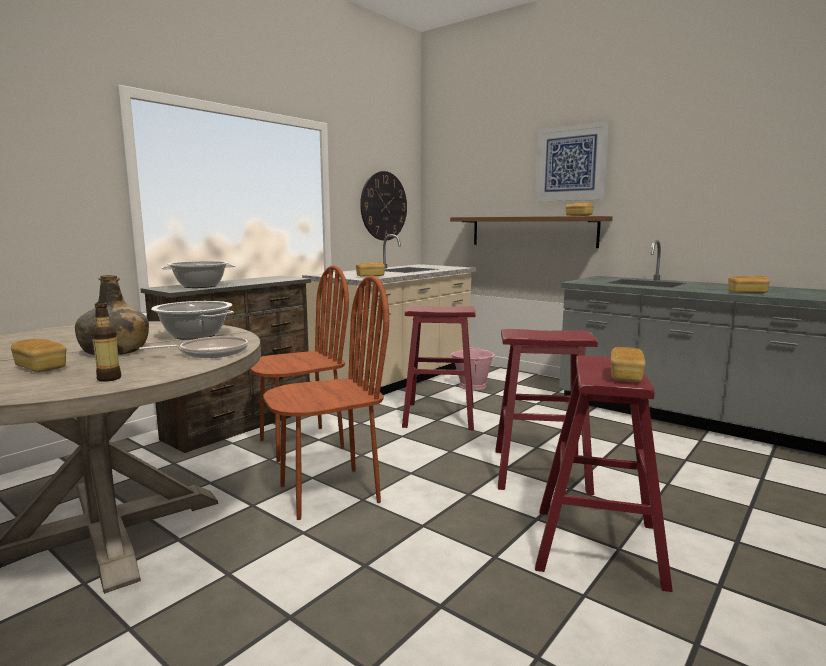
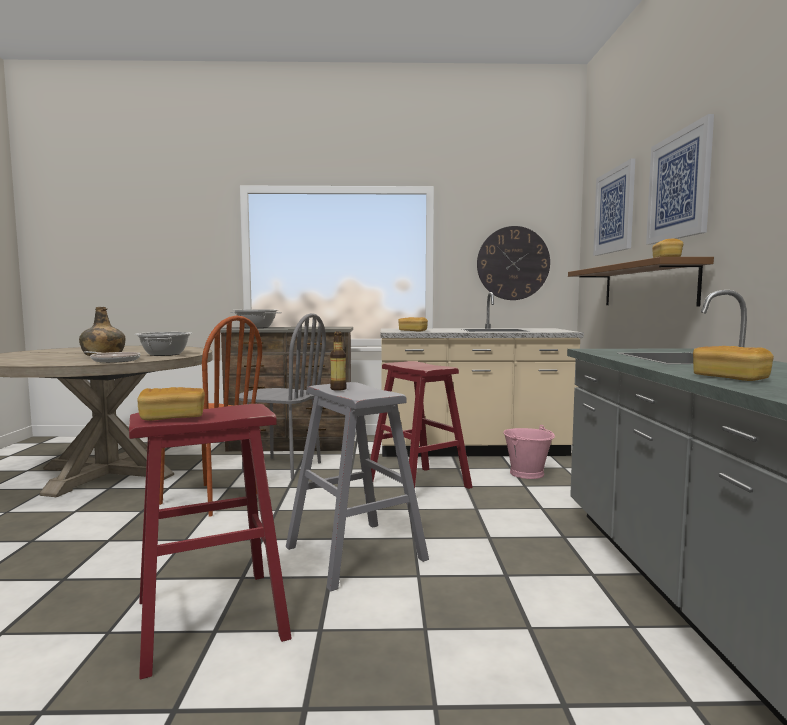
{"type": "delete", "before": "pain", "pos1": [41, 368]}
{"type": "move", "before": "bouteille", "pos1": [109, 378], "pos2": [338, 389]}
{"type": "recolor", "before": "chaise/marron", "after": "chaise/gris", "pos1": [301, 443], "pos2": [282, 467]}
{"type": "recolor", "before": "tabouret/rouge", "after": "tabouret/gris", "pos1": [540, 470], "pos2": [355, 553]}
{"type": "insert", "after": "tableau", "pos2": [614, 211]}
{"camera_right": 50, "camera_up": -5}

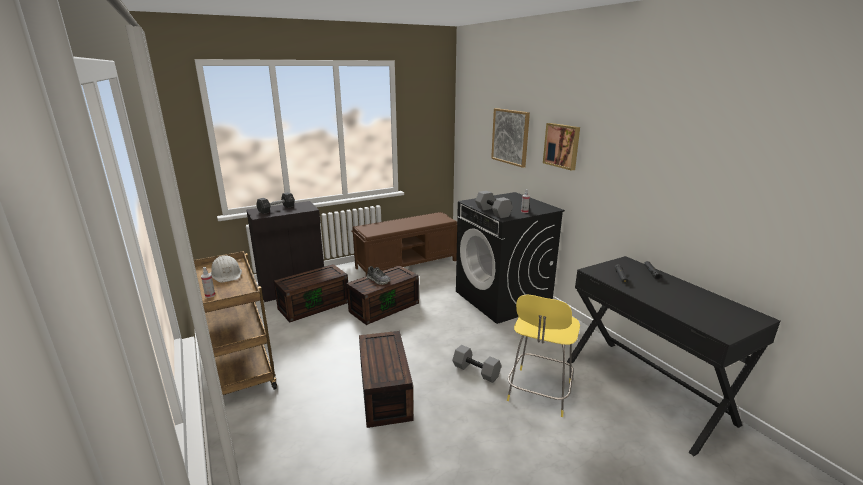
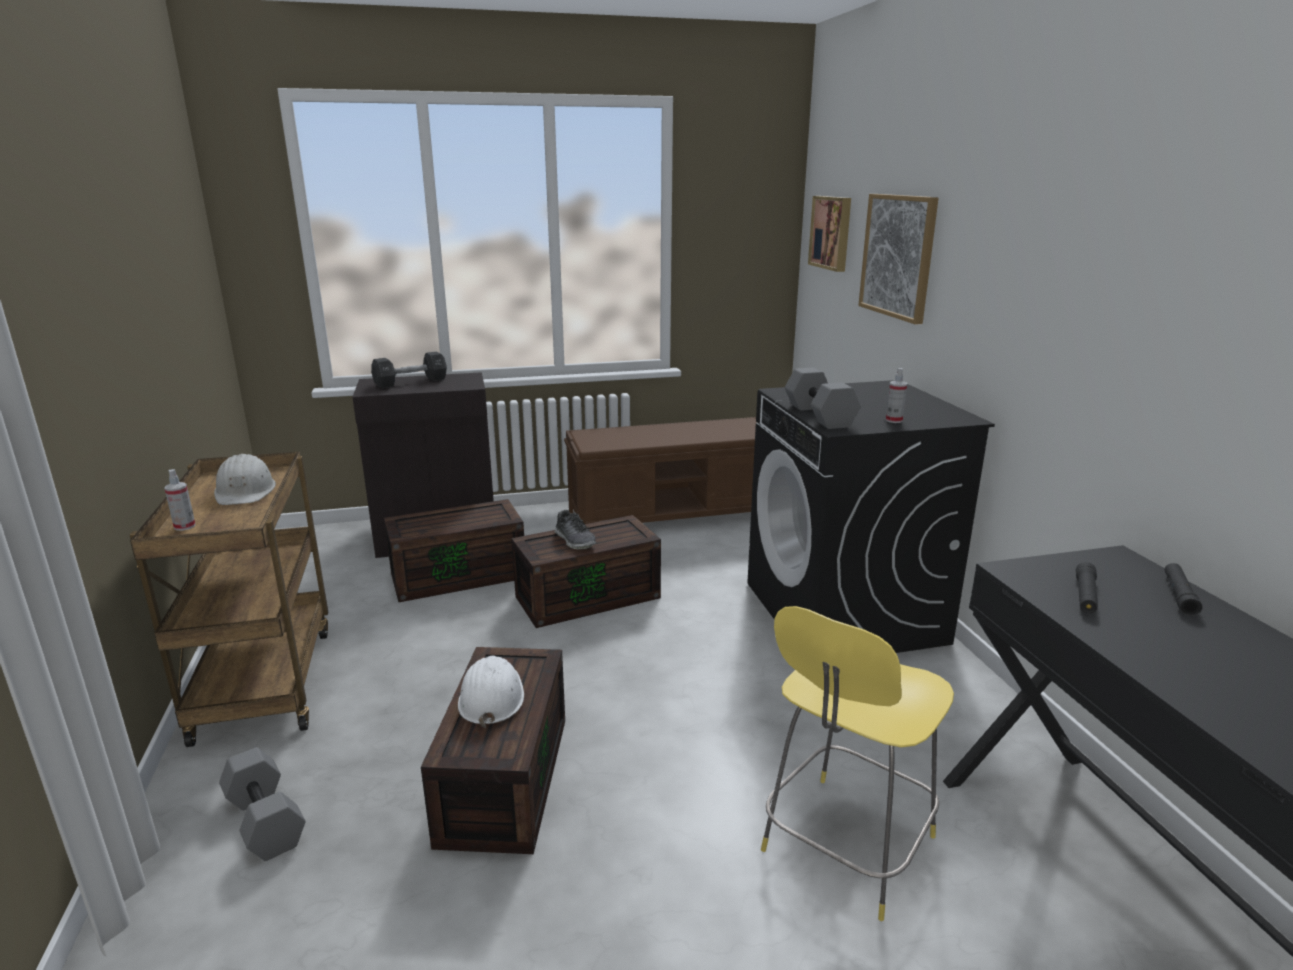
{"type": "move", "before": "haltère/gris", "pos1": [477, 371], "pos2": [267, 820]}
{"type": "move", "before": "tableau", "pos1": [562, 145], "pos2": [832, 232]}
{"type": "insert", "after": "casque de chantier/blanc", "pos2": [491, 698]}
{"camera_right": 15, "camera_up": 0}

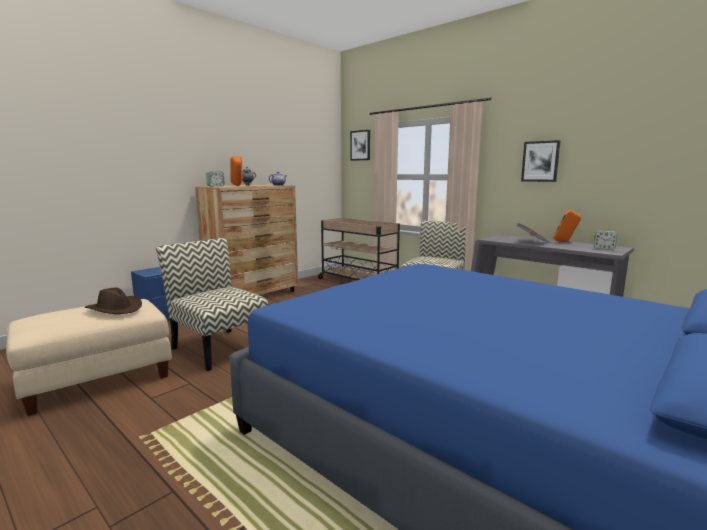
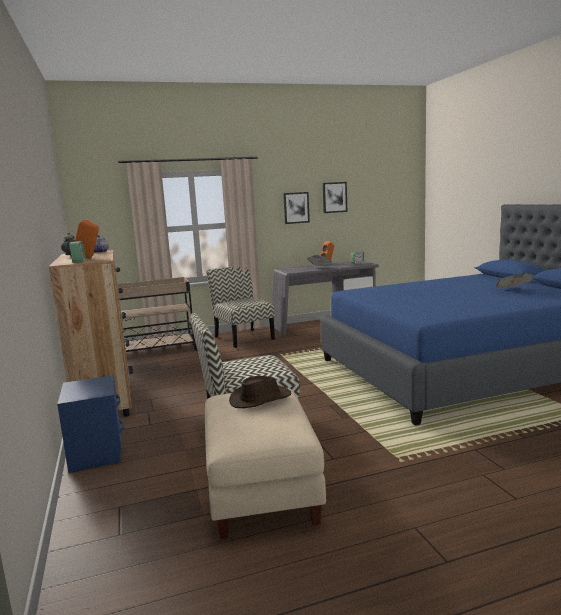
{"type": "move", "before": "tableau", "pos1": [360, 145], "pos2": [334, 197]}
{"type": "insert", "after": "journal", "pos2": [513, 290]}
{"camera_right": -60, "camera_up": 0}

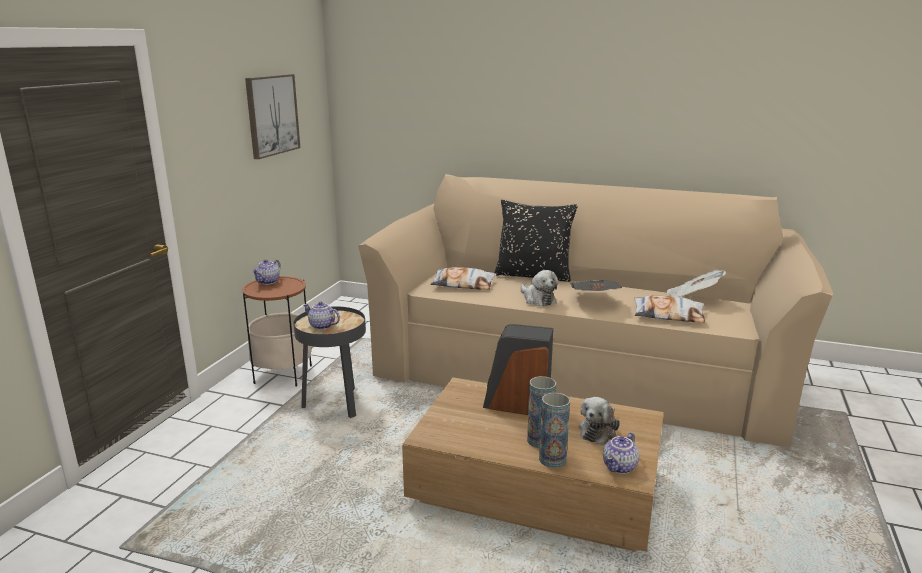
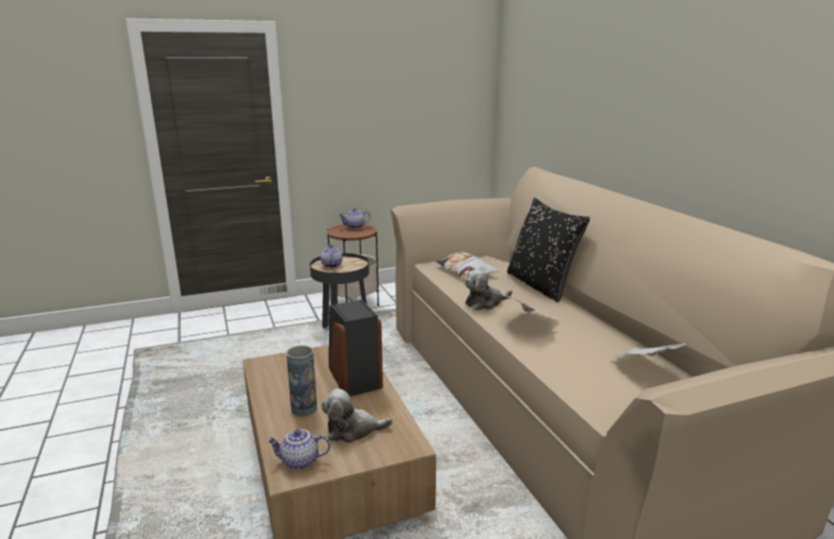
{"type": "delete", "before": "tableau", "pos1": [272, 115]}
{"type": "rotate", "before": "peluche", "pos1": [537, 299], "pos2": [485, 303], "turn": 45}
{"type": "delete", "before": "vase", "pos1": [552, 459]}
{"type": "delete", "before": "coussin", "pos1": [668, 315]}
{"camera_right": 50, "camera_up": 0}

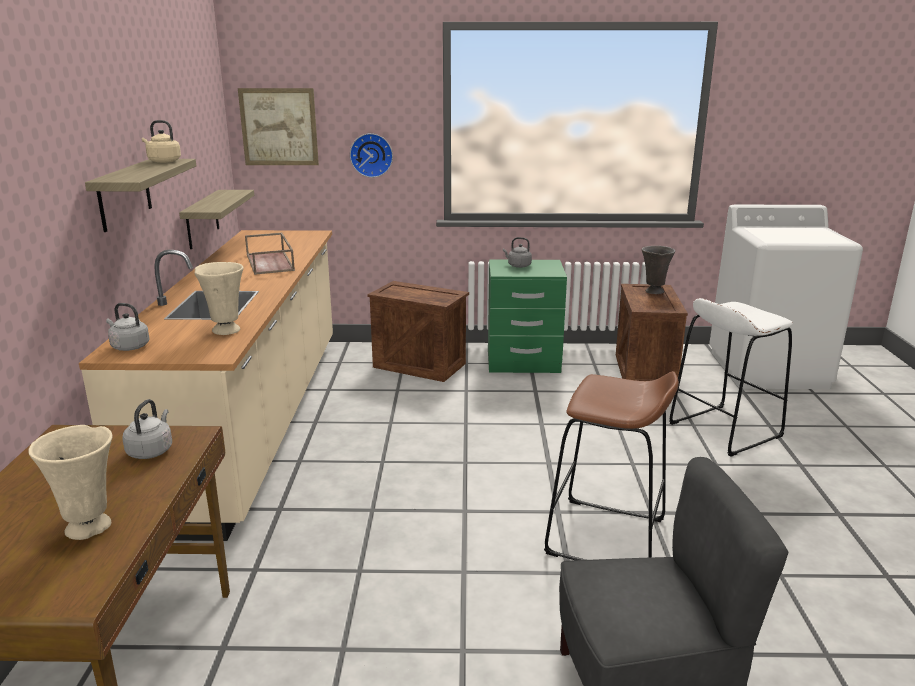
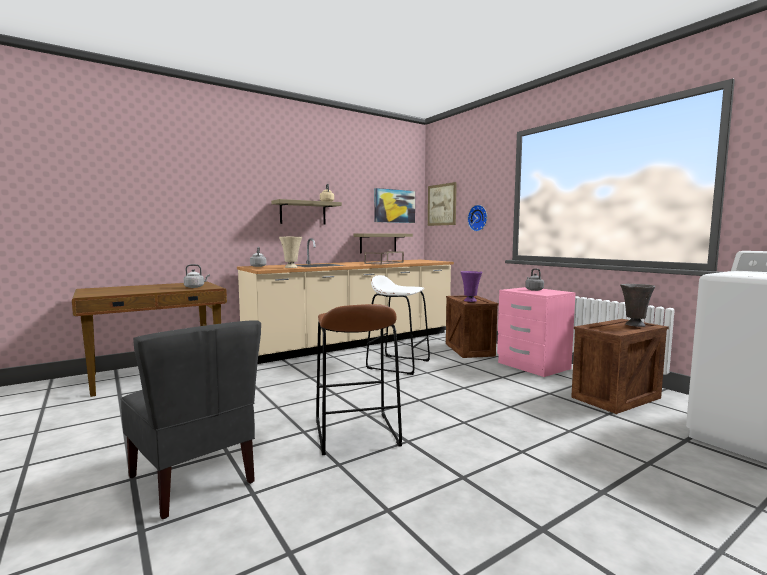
{"type": "delete", "before": "vase/beige", "pos1": [90, 528]}
{"type": "recolor", "before": "table de chevet/vert", "after": "table de chevet/rose", "pos1": [523, 362], "pos2": [532, 366]}
{"type": "move", "before": "tabouret/blanc", "pos1": [724, 430], "pos2": [398, 364]}
{"type": "insert", "after": "tableau", "pos2": [394, 206]}
{"type": "insert", "after": "vase/violet", "pos2": [470, 301]}
{"camera_right": 55, "camera_up": -15}

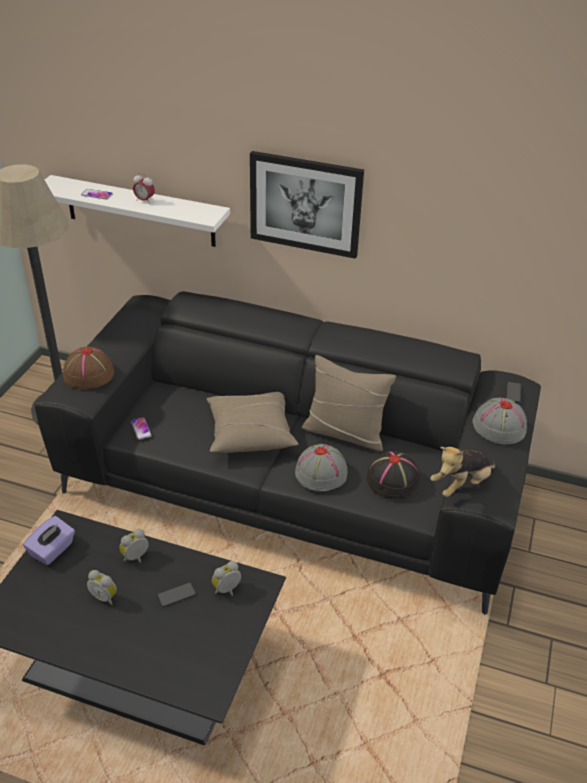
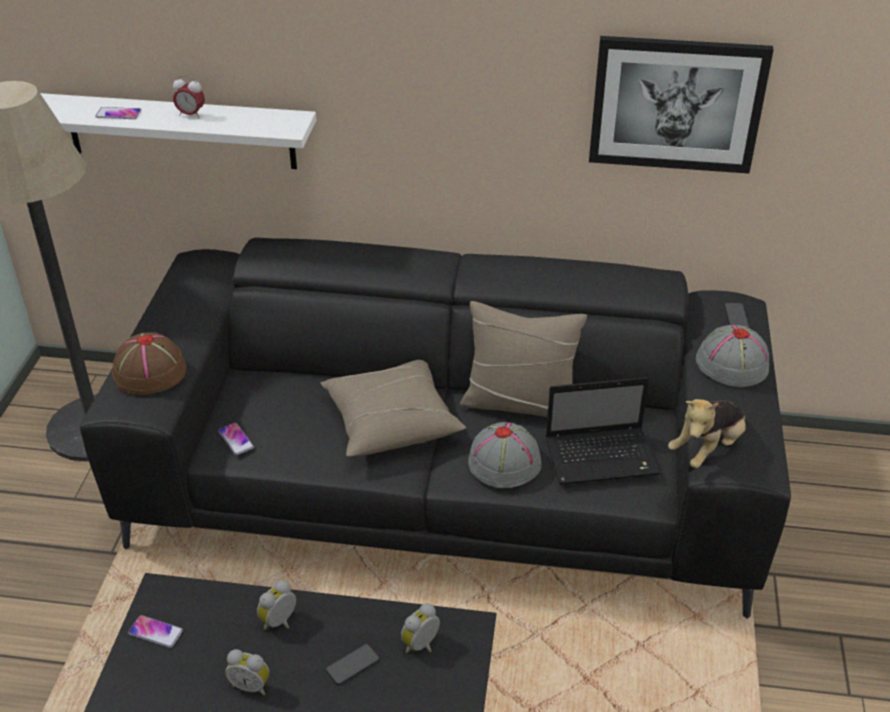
{"type": "replace", "before": "boîte à mouchoirs/violet", "after": "téléphone", "pos1": [52, 550], "pos2": [155, 632]}
{"type": "move", "before": "tableau", "pos1": [305, 204], "pos2": [676, 104]}
{"type": "replace", "before": "chapeau/noir", "after": "ordinateur portable", "pos1": [393, 479], "pos2": [603, 456]}
{"camera_right": -10, "camera_up": 0}

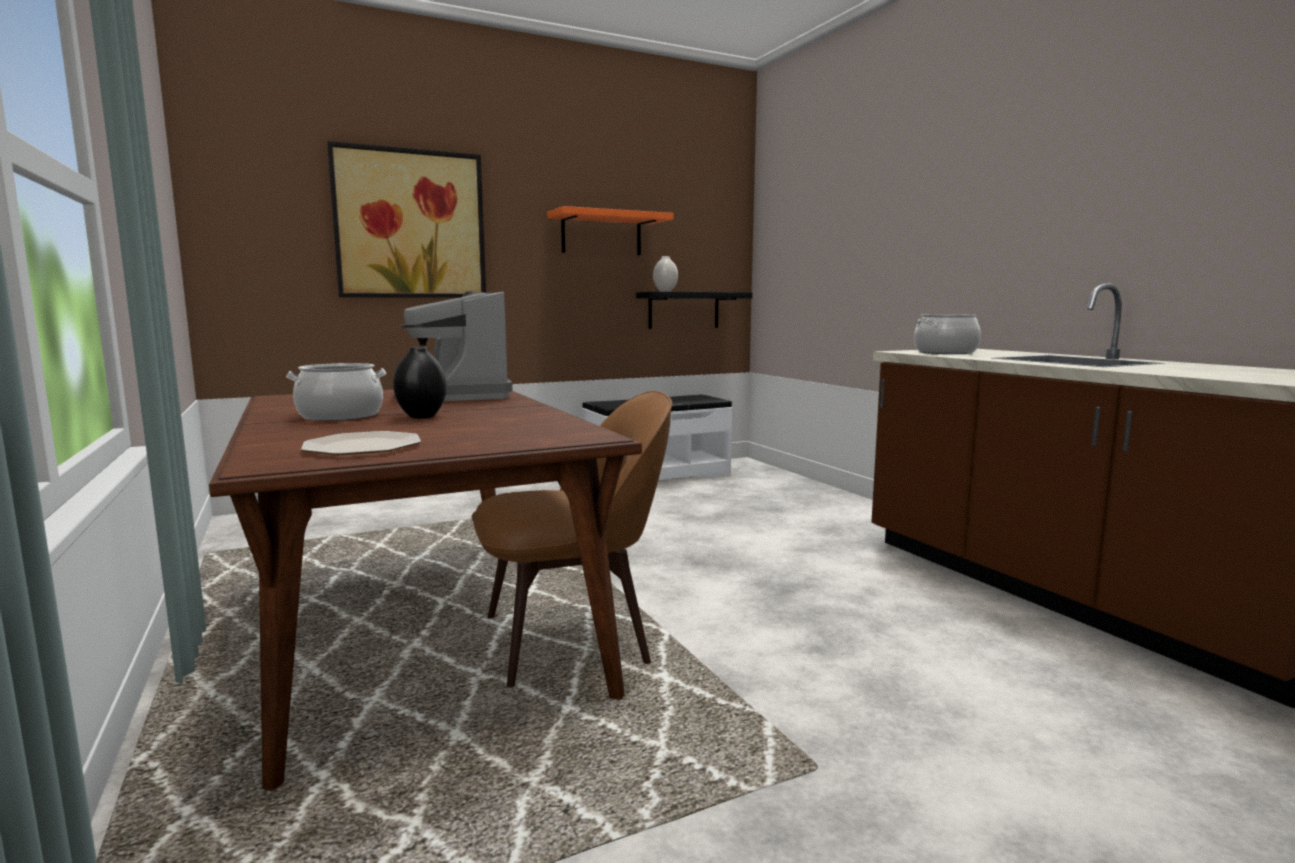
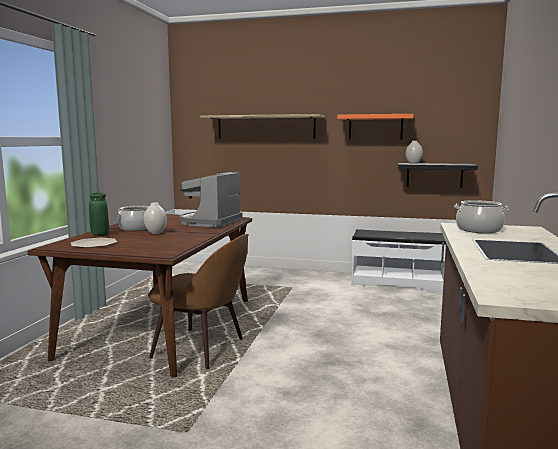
{"type": "replace", "before": "tableau", "after": "étagère", "pos1": [410, 224], "pos2": [266, 127]}
{"type": "recolor", "before": "vase/noir", "after": "vase/blanc", "pos1": [421, 417], "pos2": [155, 233]}
{"type": "insert", "after": "vase/vert", "pos2": [100, 235]}
{"camera_right": 40, "camera_up": 0}

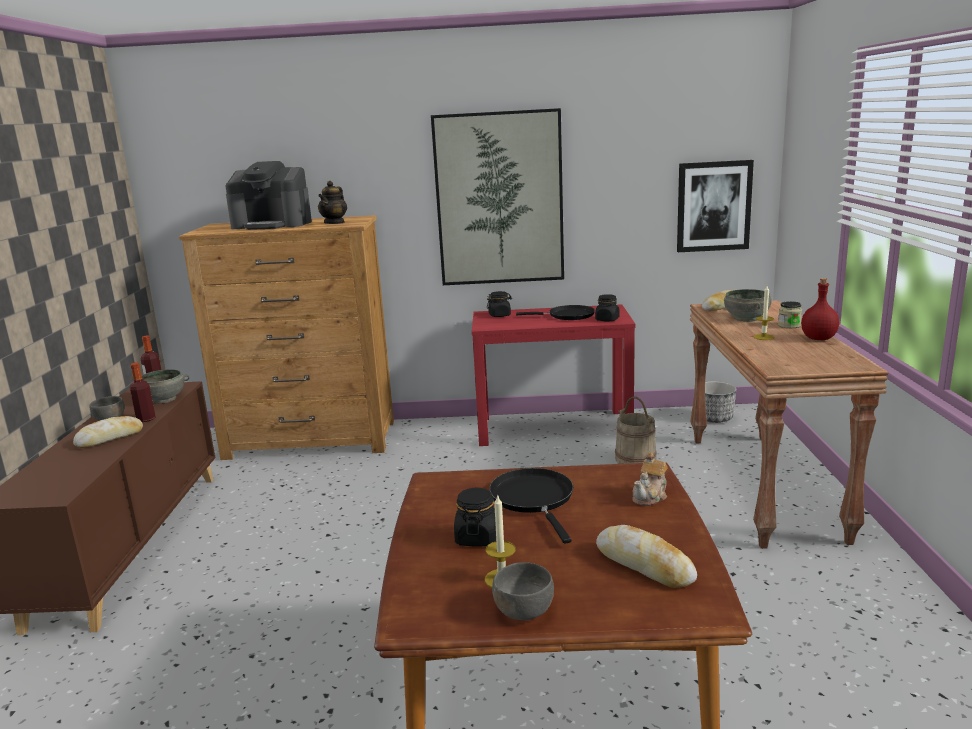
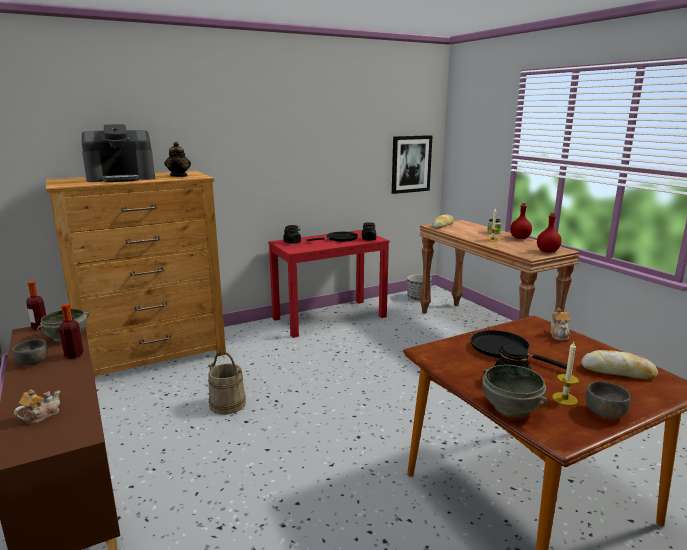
{"type": "delete", "before": "pain", "pos1": [110, 438]}
{"type": "delete", "before": "tableau", "pos1": [499, 199]}
{"type": "move", "before": "seau/beige", "pos1": [635, 459], "pos2": [227, 404]}
{"type": "move", "before": "bol/gris", "pos1": [747, 318], "pos2": [511, 407]}
{"type": "insert", "after": "théière", "pos2": [40, 416]}
{"type": "insert", "after": "bouteille/rouge", "pos2": [547, 251]}
{"camera_right": -30, "camera_up": 0}

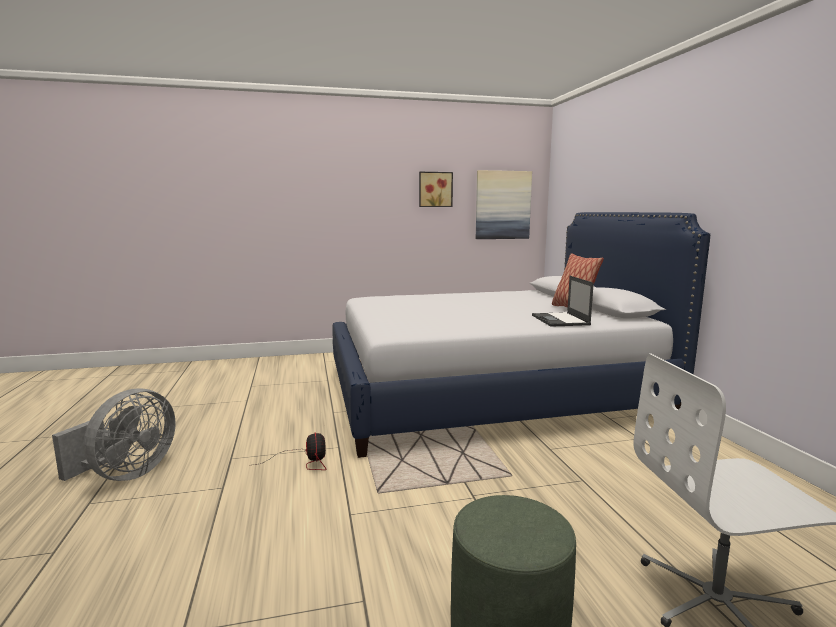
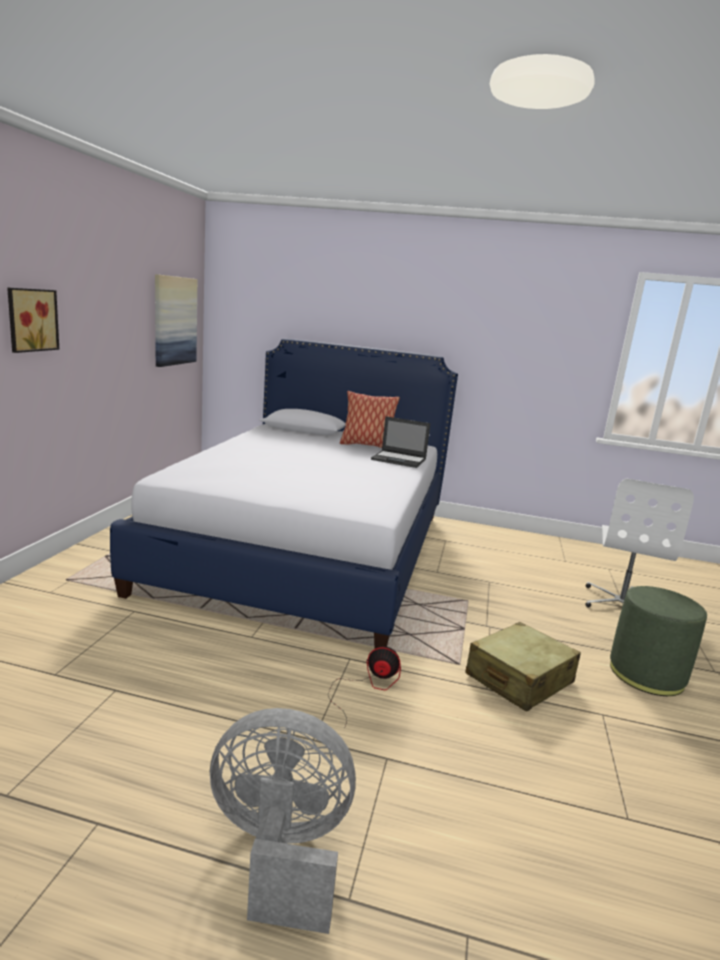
{"type": "rotate", "before": "ventilateur/gris", "pos1": [126, 474], "pos2": [279, 851], "turn": -45}
{"type": "move", "before": "tableau", "pos1": [435, 189], "pos2": [31, 319]}
{"type": "insert", "after": "valise/beige", "pos2": [519, 679]}
{"camera_right": -65, "camera_up": 5}

